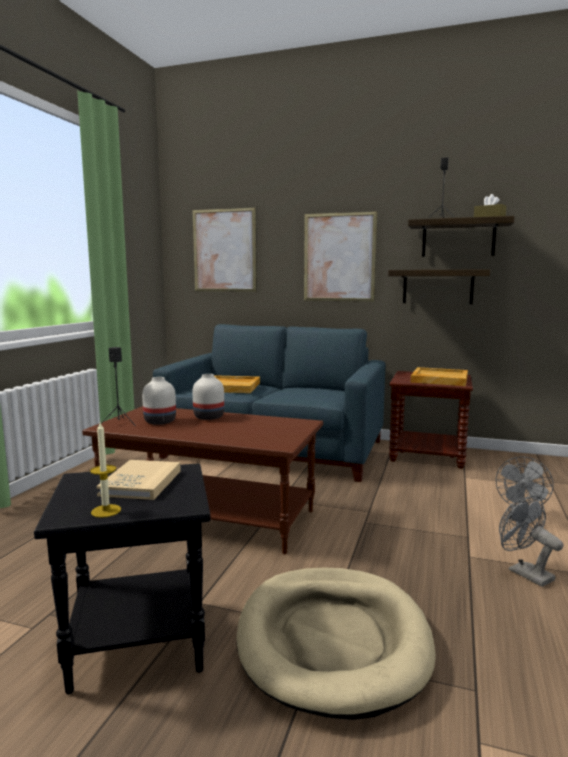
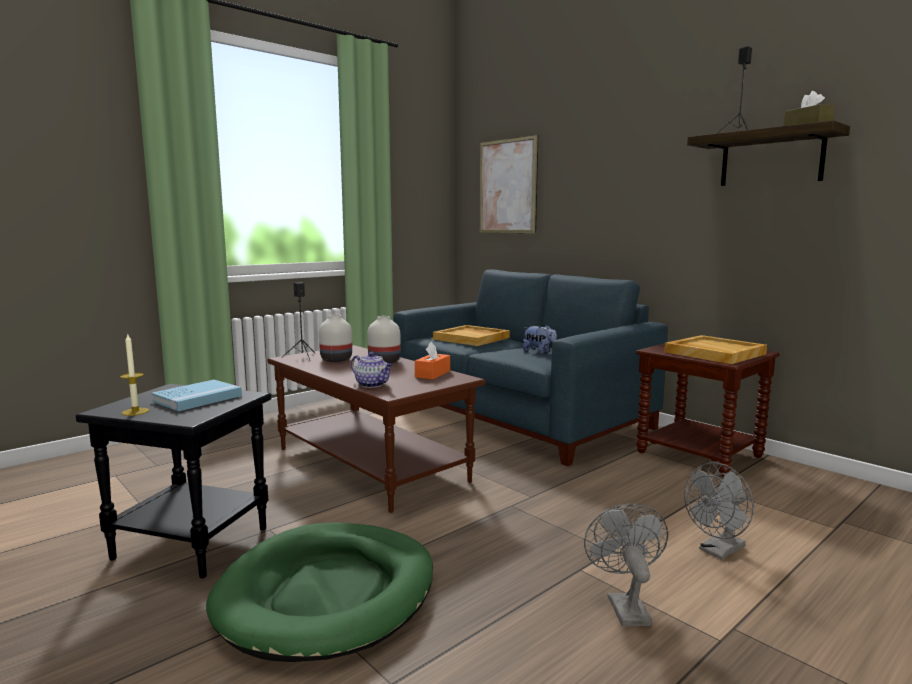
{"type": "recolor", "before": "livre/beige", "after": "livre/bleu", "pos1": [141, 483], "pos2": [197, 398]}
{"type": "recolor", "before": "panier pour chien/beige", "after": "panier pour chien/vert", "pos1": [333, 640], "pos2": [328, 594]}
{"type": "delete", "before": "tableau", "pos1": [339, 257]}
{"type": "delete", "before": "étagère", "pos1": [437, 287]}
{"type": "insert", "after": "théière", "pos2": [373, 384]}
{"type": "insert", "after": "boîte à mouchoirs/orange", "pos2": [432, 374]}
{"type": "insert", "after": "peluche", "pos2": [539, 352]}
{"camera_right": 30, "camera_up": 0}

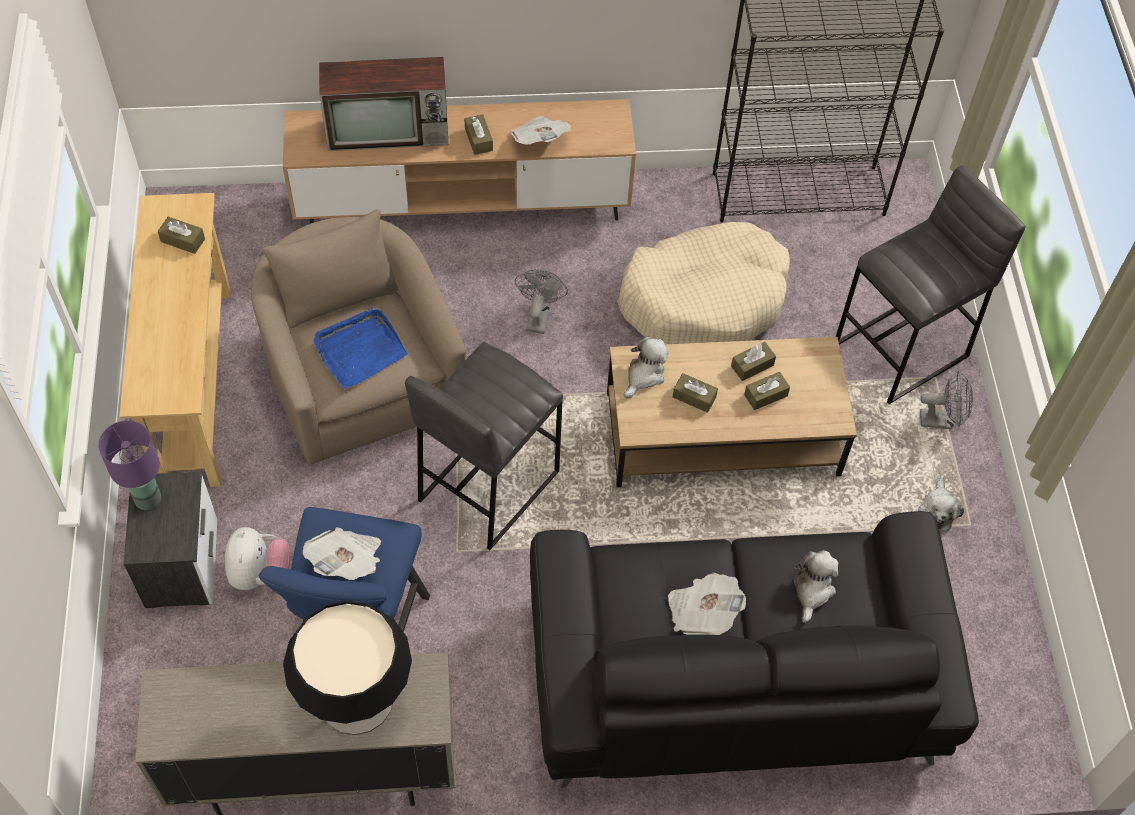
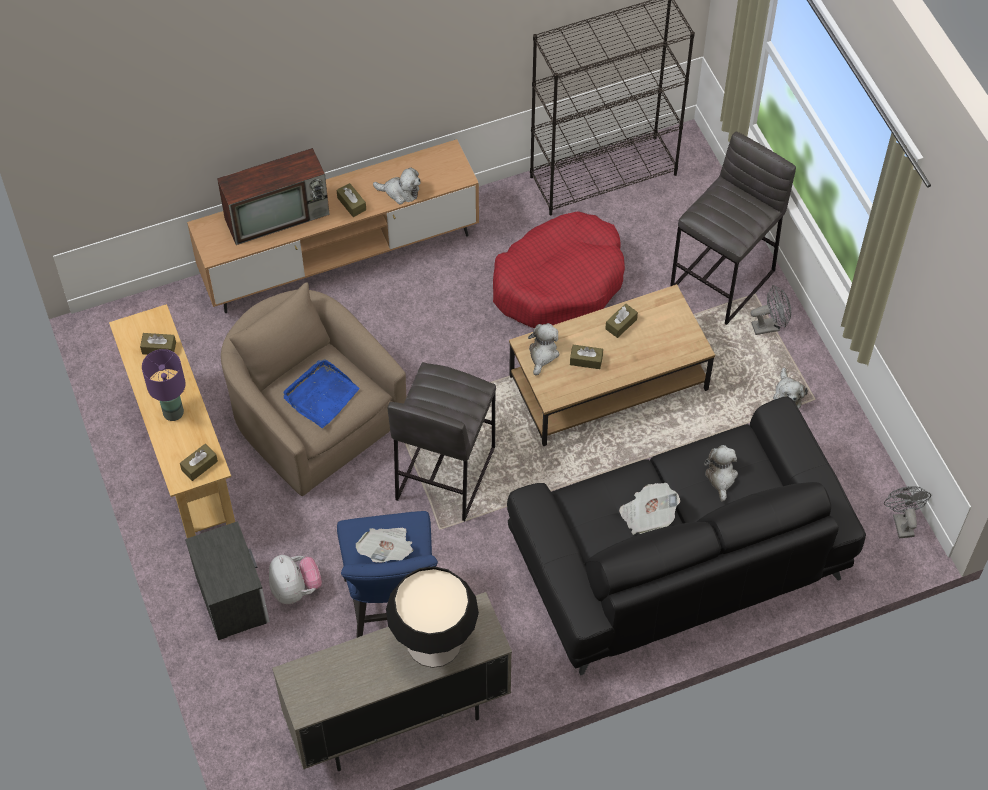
{"type": "move", "before": "lampe de table/violet", "pos1": [148, 498], "pos2": [173, 412]}
{"type": "replace", "before": "journal", "after": "peluche", "pos1": [540, 141], "pos2": [400, 192]}
{"type": "move", "before": "ventilateur/gris", "pos1": [538, 316], "pos2": [901, 522]}
{"type": "recolor", "before": "panier pour chien/beige", "after": "panier pour chien/rouge", "pos1": [704, 300], "pos2": [559, 282]}
{"type": "move", "before": "boîte à mouchoirs/marron", "pos1": [765, 395], "pos2": [199, 465]}
{"camera_right": -15, "camera_up": 0}

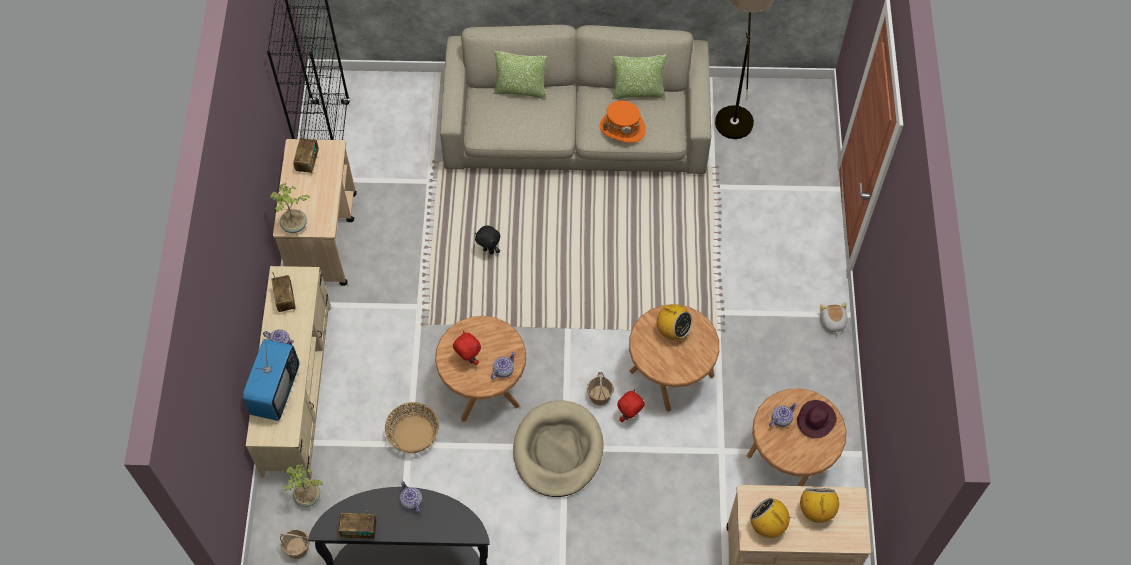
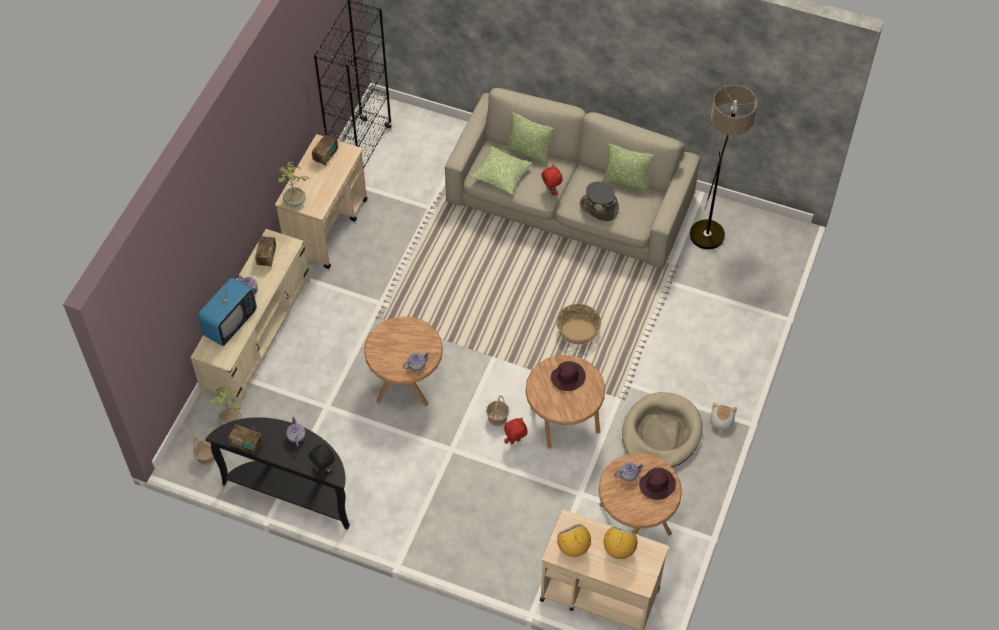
{"type": "move", "before": "panier", "pos1": [413, 434], "pos2": [578, 331]}
{"type": "move", "before": "peluche/rouge", "pos1": [468, 359], "pos2": [551, 191]}
{"type": "move", "before": "peluche/noir", "pos1": [489, 250], "pos2": [324, 469]}
{"type": "move", "before": "panier pour chien/beige", "pos1": [558, 450], "pos2": [661, 433]}
{"type": "recolor", "before": "chapeau/orange", "after": "chapeau/gris", "pos1": [622, 128], "pos2": [599, 207]}
{"type": "replace", "before": "radio", "after": "chapeau/violet", "pos1": [672, 330], "pos2": [568, 377]}
{"type": "insert", "after": "coussin", "pos2": [501, 175]}
{"camera_right": 20, "camera_up": -5}

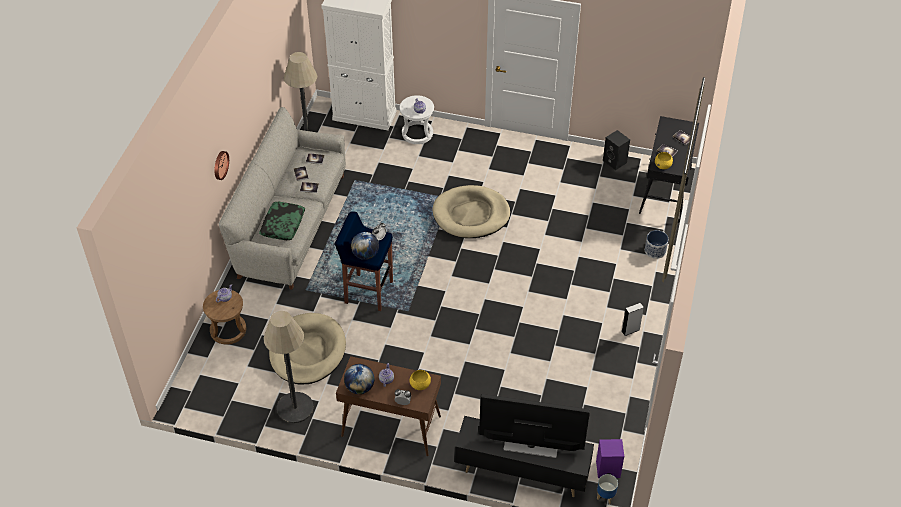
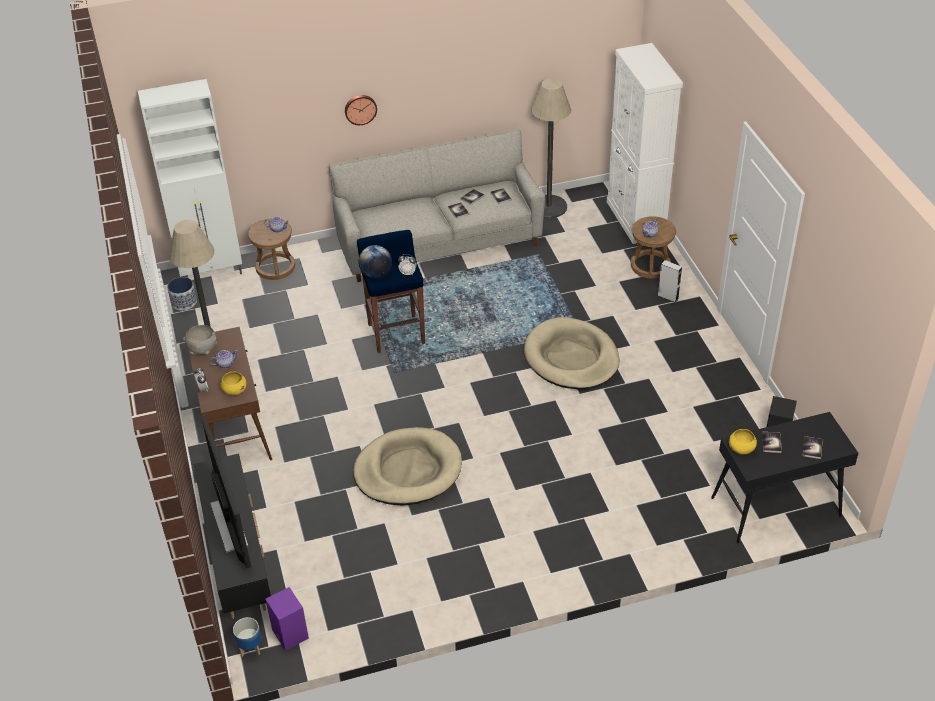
{"type": "delete", "before": "coussin", "pos1": [282, 224]}
{"type": "move", "before": "panier pour chien/beige", "pos1": [307, 351], "pos2": [408, 470]}
{"type": "replace", "before": "globe", "after": "bol/gris", "pos1": [360, 387], "pos2": [203, 350]}
{"type": "recolor", "before": "tabouret/blanc", "after": "tabouret/marron", "pos1": [417, 133], "pos2": [650, 265]}
{"type": "move", "before": "enceinte/gris", "pos1": [630, 330], "pos2": [668, 297]}
{"type": "move", "before": "cache-pot", "pos1": [655, 251], "pos2": [184, 302]}
{"type": "insert", "after": "meuble de rangement/blanc", "pos2": [212, 272]}
{"camera_right": 60, "camera_up": -5}

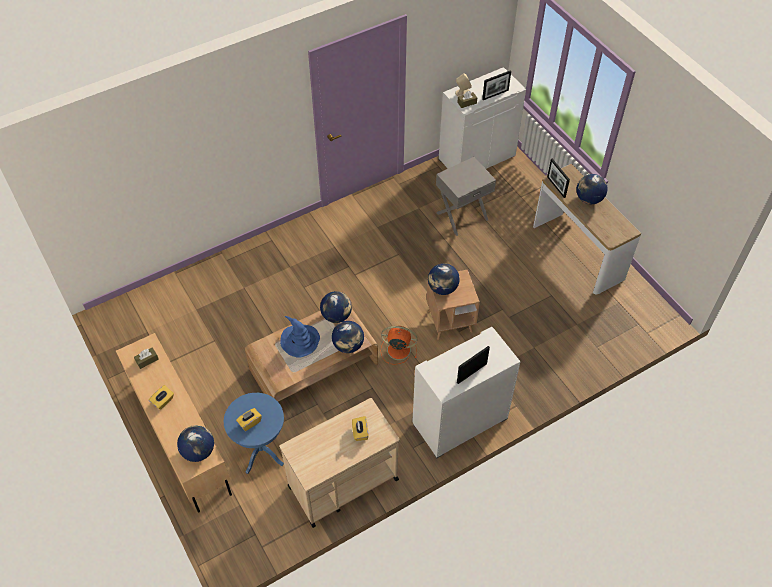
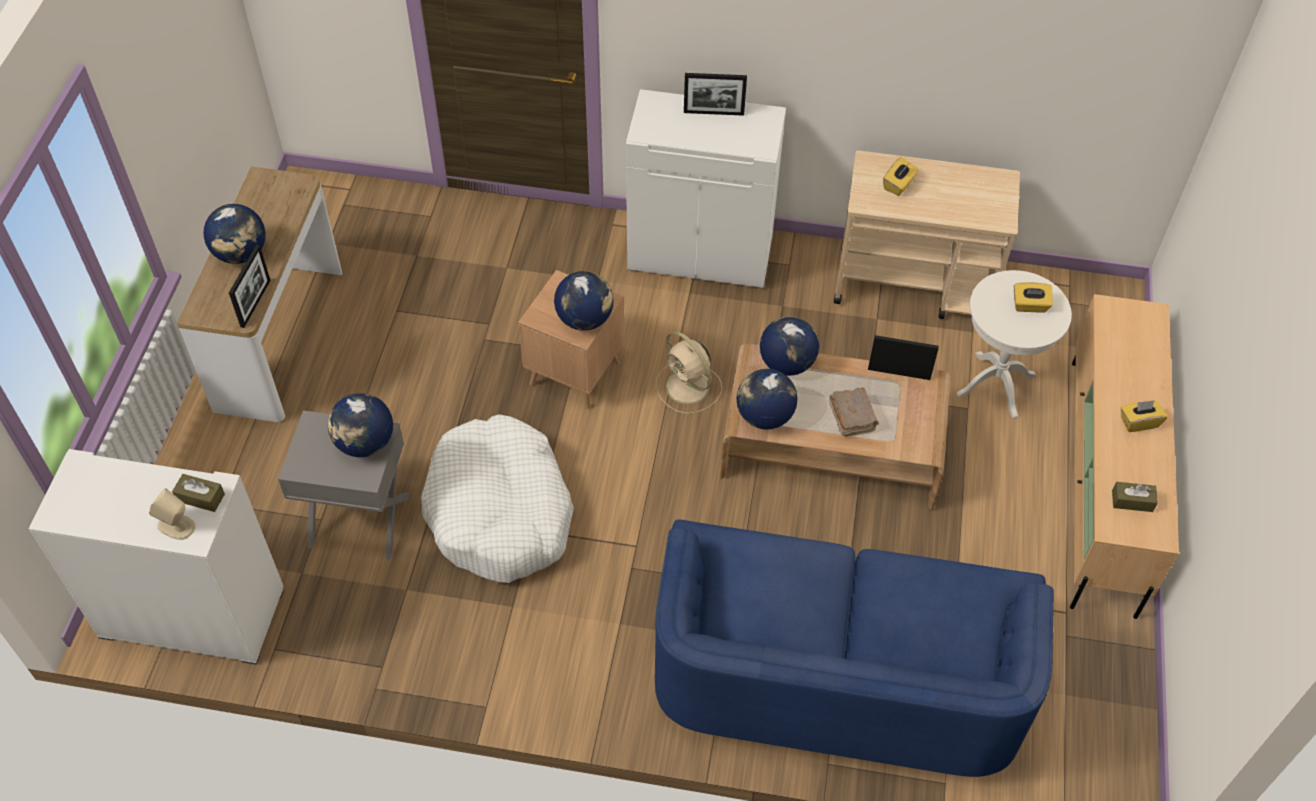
{"type": "move", "before": "globe", "pos1": [198, 451], "pos2": [365, 443]}
{"type": "recolor", "before": "table d'appoint/bleu", "after": "table d'appoint/blanc", "pos1": [261, 453], "pos2": [996, 385]}
{"type": "replace", "before": "chapeau/bleu", "after": "livre/marron", "pos1": [300, 341], "pos2": [852, 417]}
{"type": "recolor", "before": "ventilateur/orange", "after": "ventilateur/beige", "pos1": [397, 349], "pos2": [688, 388]}
{"type": "move", "before": "cadre photo", "pos1": [495, 94], "pos2": [899, 373]}
{"type": "insert", "after": "panier pour chien/blanc", "pos2": [500, 512]}
{"type": "insert", "after": "canapé/bleu", "pos2": [837, 674]}
{"camera_right": -140, "camera_up": 0}

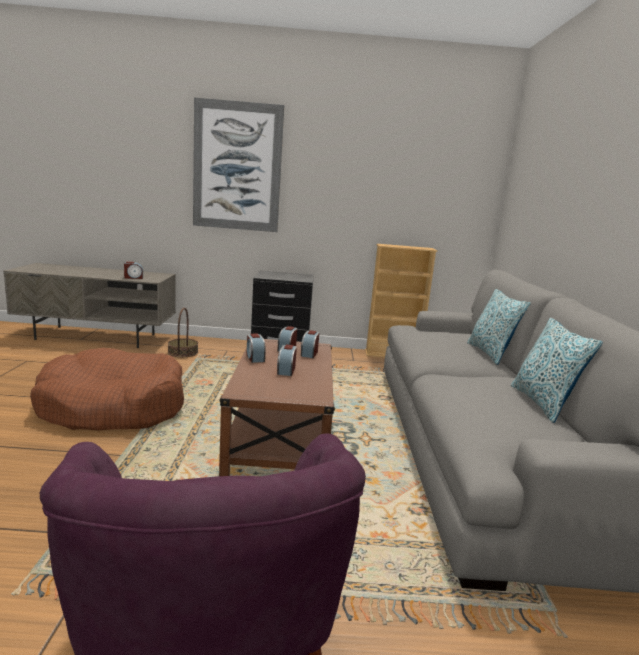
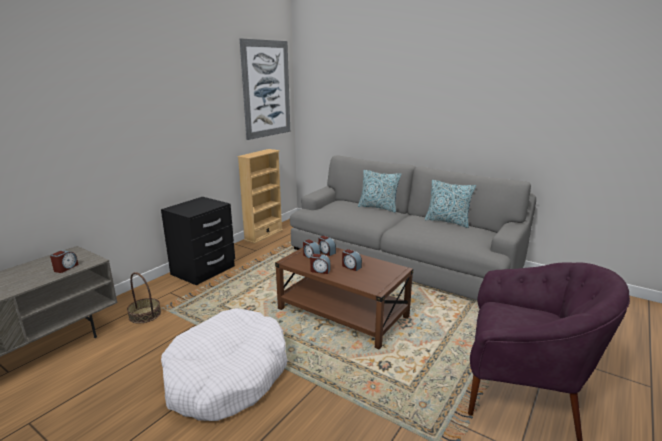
{"type": "recolor", "before": "panier pour chien/marron", "after": "panier pour chien/blanc", "pos1": [113, 407], "pos2": [227, 376]}
{"type": "move", "before": "tableau", "pos1": [237, 167], "pos2": [266, 89]}
{"camera_right": -55, "camera_up": 5}

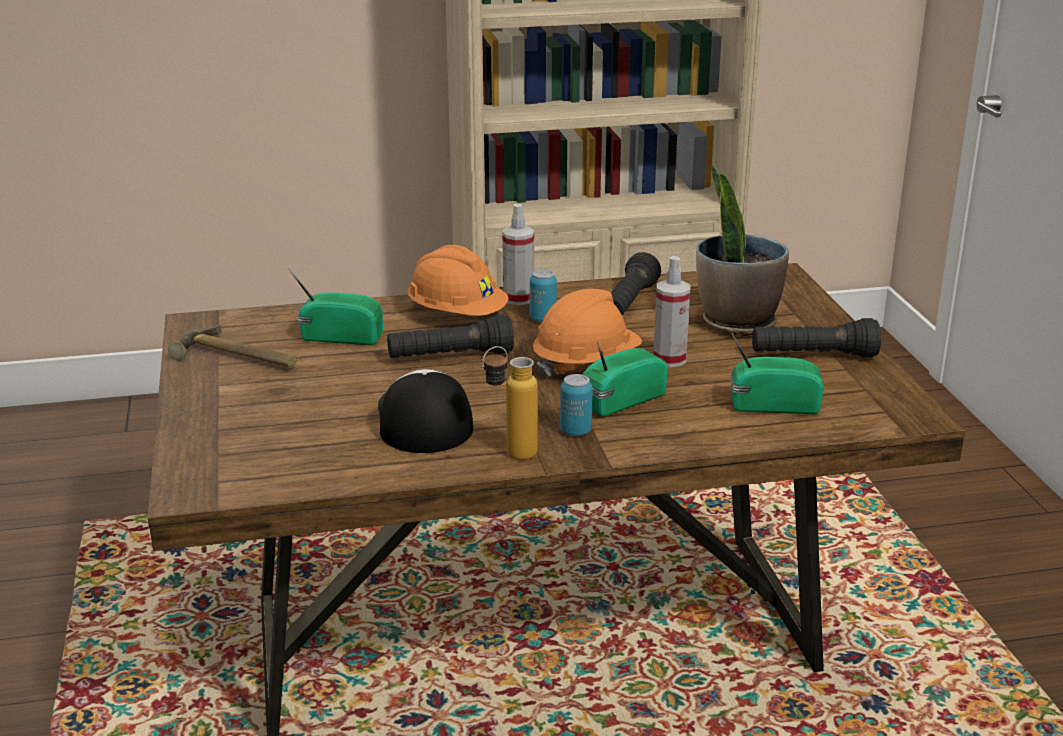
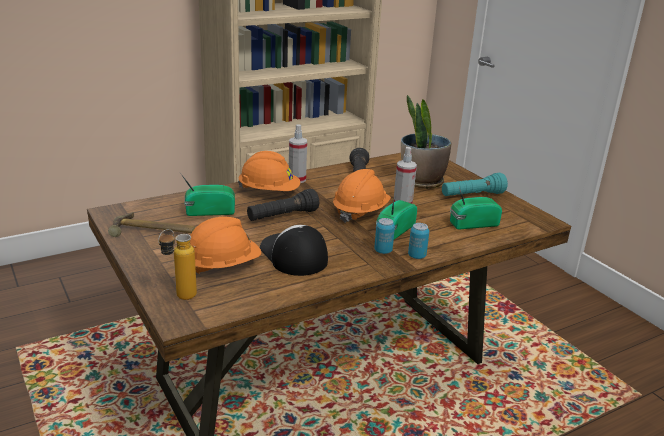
{"type": "move", "before": "bouteille", "pos1": [510, 456], "pos2": [179, 298]}
{"type": "move", "before": "boîte métallique", "pos1": [543, 319], "pos2": [417, 256]}
{"type": "recolor", "before": "lampe de poche/noir", "after": "lampe de poche/turquoise", "pos1": [813, 356], "pos2": [472, 195]}
{"type": "insert", "after": "casque de chantier/orange", "pos2": [222, 266]}
{"camera_right": -20, "camera_up": 0}

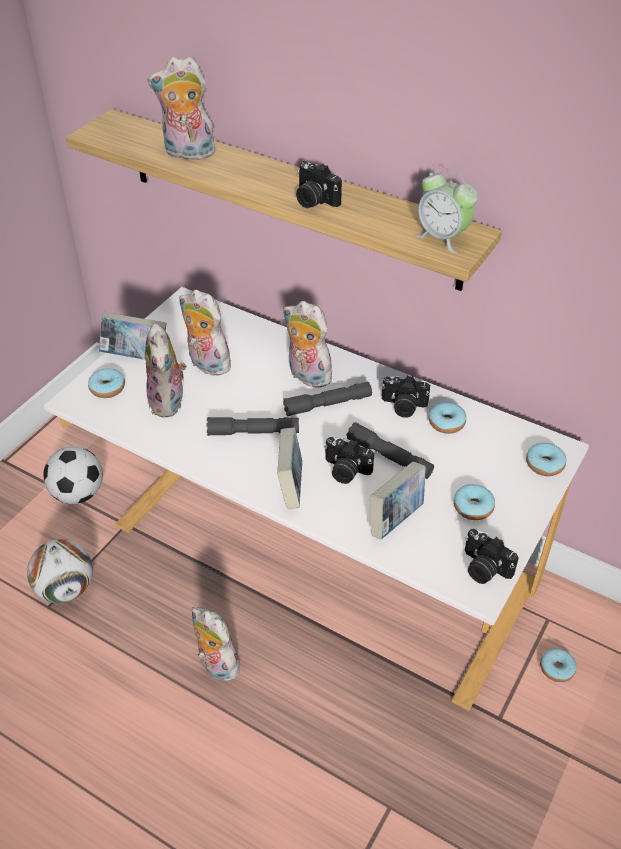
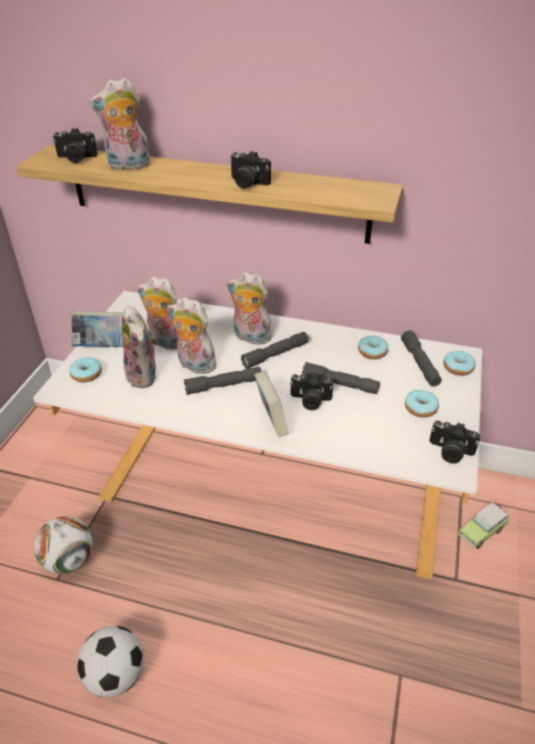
{"type": "move", "before": "ballon de foot", "pos1": [78, 493], "pos2": [116, 675]}
{"type": "move", "before": "peluche", "pos1": [216, 665], "pos2": [194, 365]}
{"type": "delete", "before": "livre", "pos1": [396, 519]}
{"type": "move", "before": "appareil photo", "pos1": [403, 406], "pos2": [76, 158]}
{"type": "delete", "before": "réveil", "pos1": [442, 238]}
{"type": "replace", "before": "beignet", "after": "petite voiture", "pos1": [556, 668], "pos2": [482, 531]}
{"type": "insert", "after": "lampe de poche/gris", "pos2": [419, 363]}
{"camera_right": -15, "camera_up": -5}

